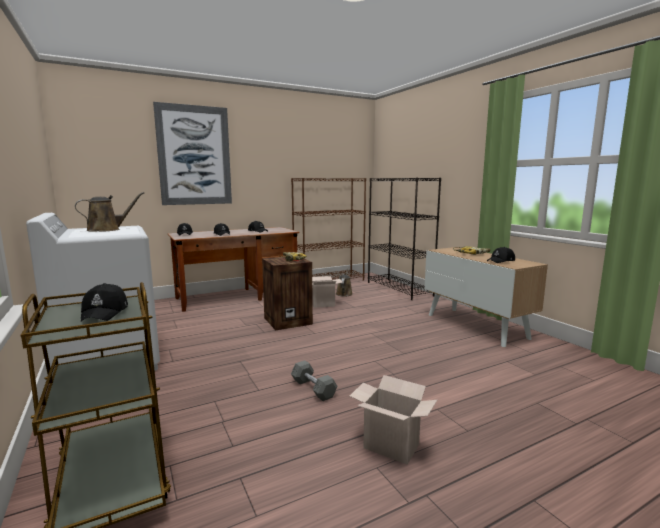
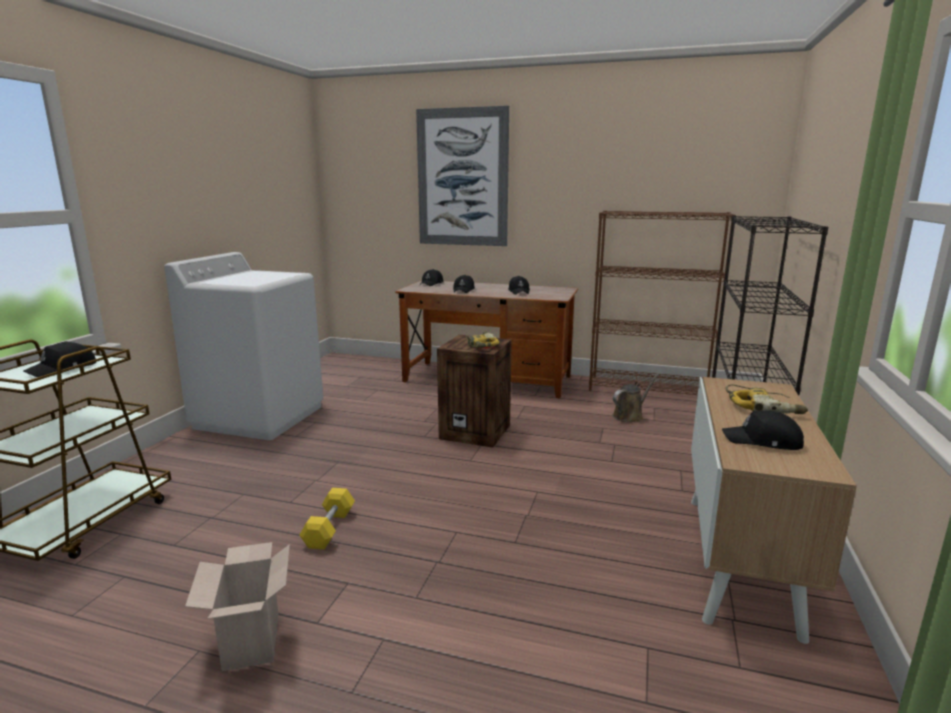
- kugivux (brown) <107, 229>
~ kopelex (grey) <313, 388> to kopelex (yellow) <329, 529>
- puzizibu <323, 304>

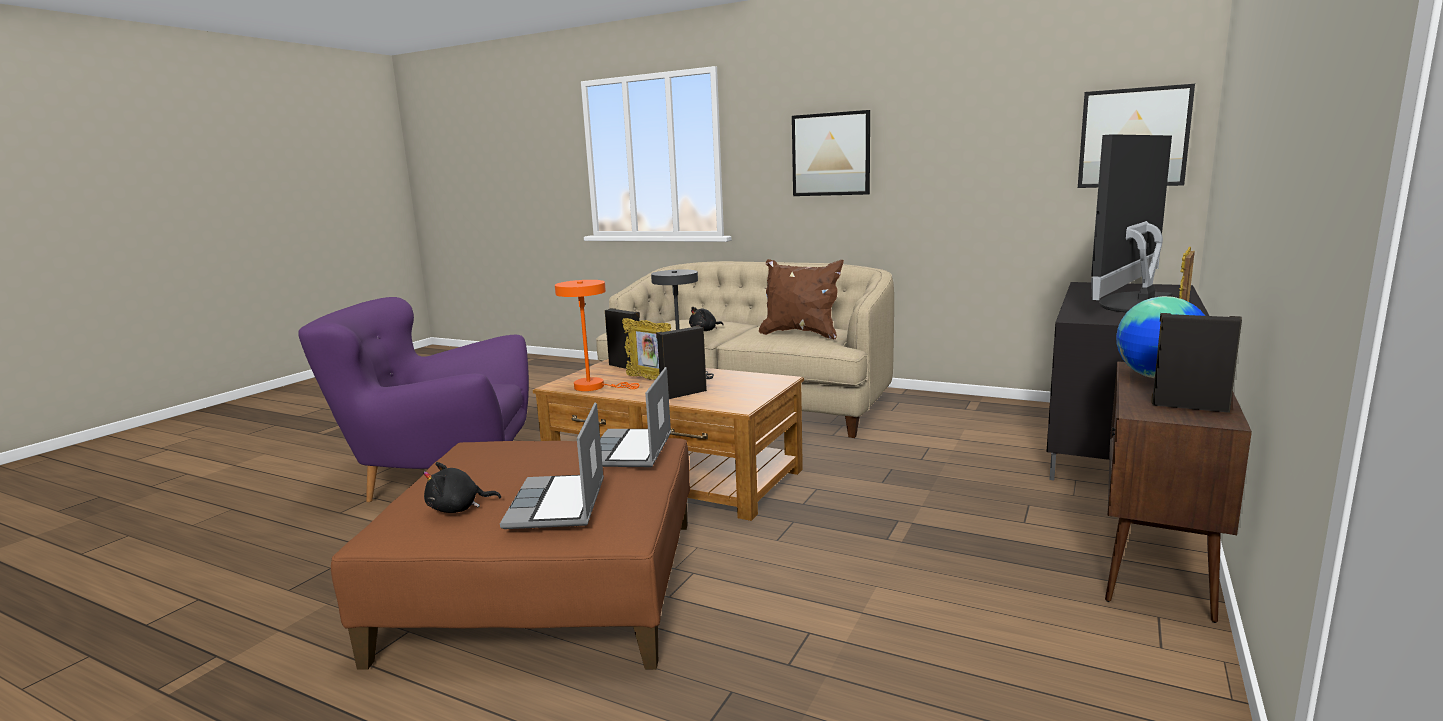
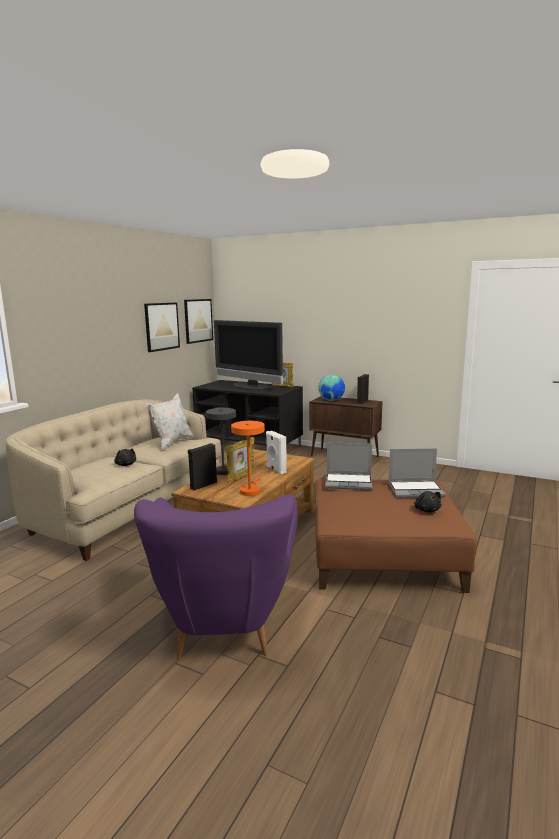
~ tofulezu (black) <682, 394> to tofulezu (white) <275, 469>
~ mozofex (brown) <800, 334> to mozofex (white) <172, 443>
~ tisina <831, 154> to <162, 326>

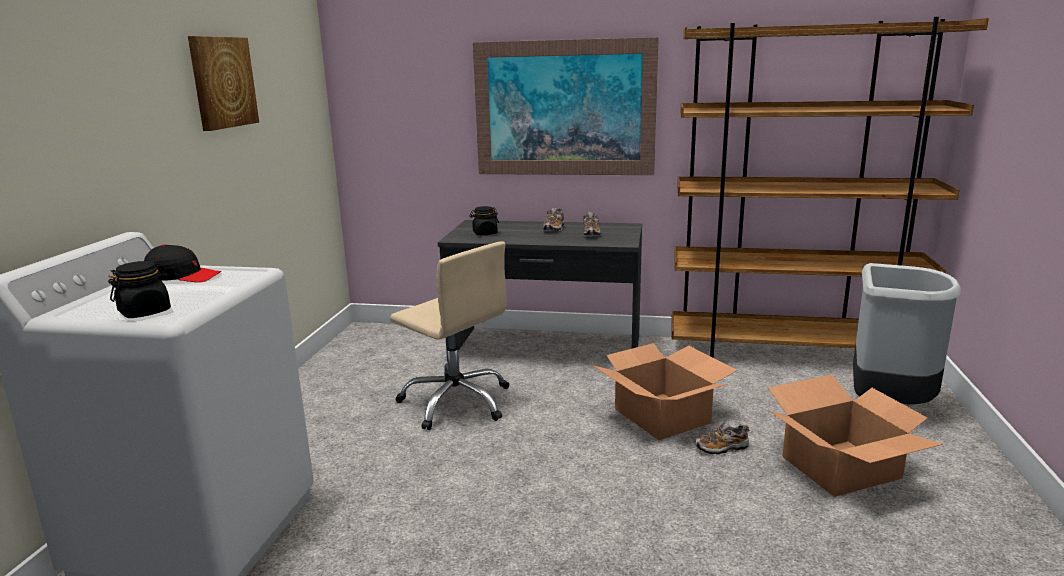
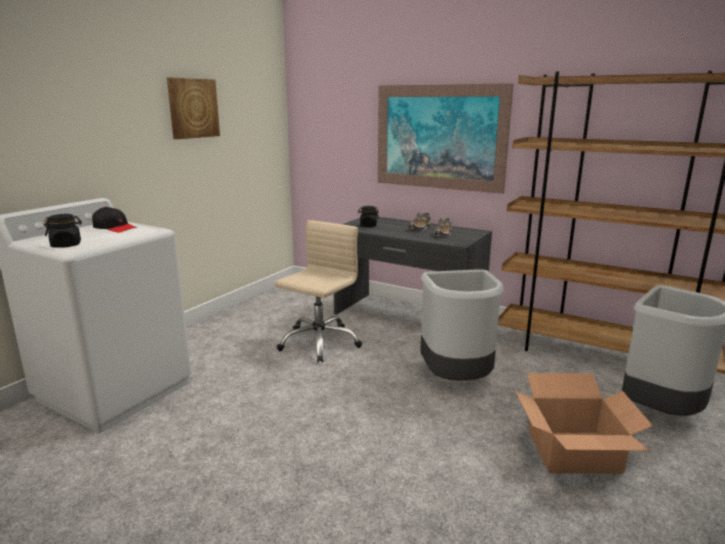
~ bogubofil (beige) <456, 402> = <319, 342> 120 degrees counterclockwise
~ puzizibu <662, 415> to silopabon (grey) <456, 380>
- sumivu <722, 449>

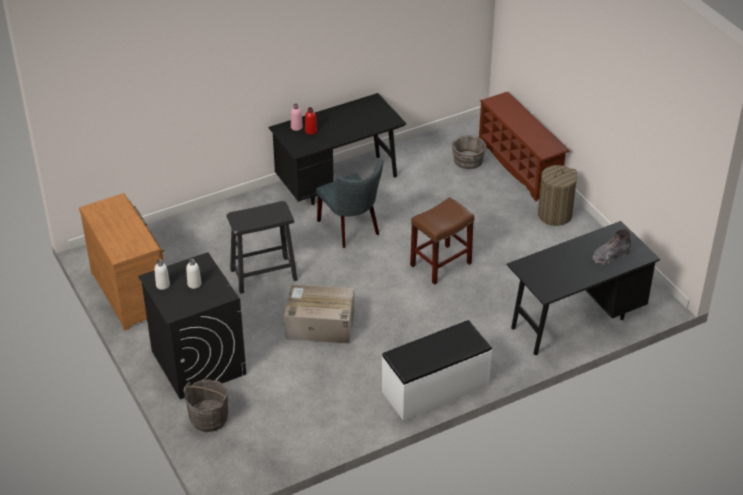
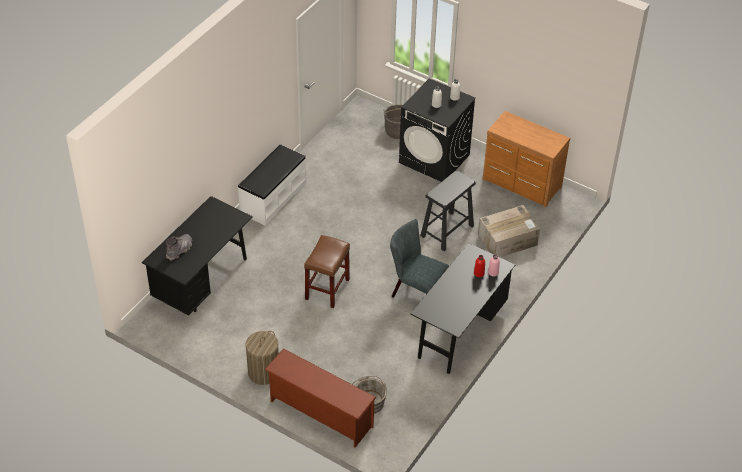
~ puzizibu <319, 325> to <508, 240>

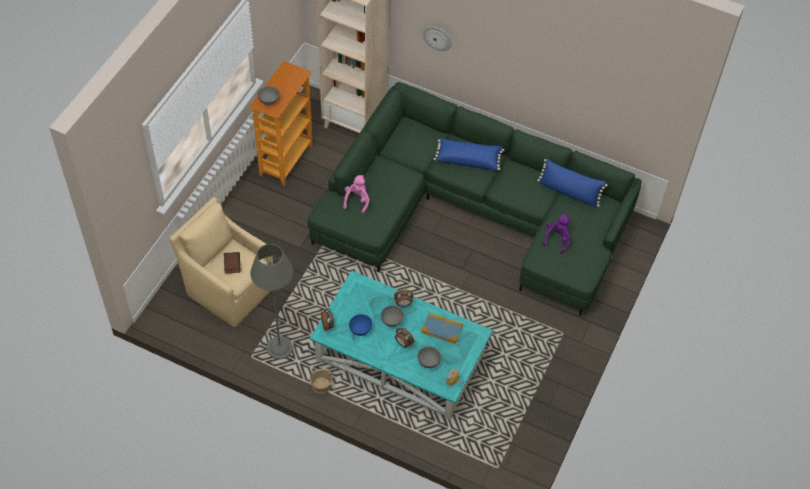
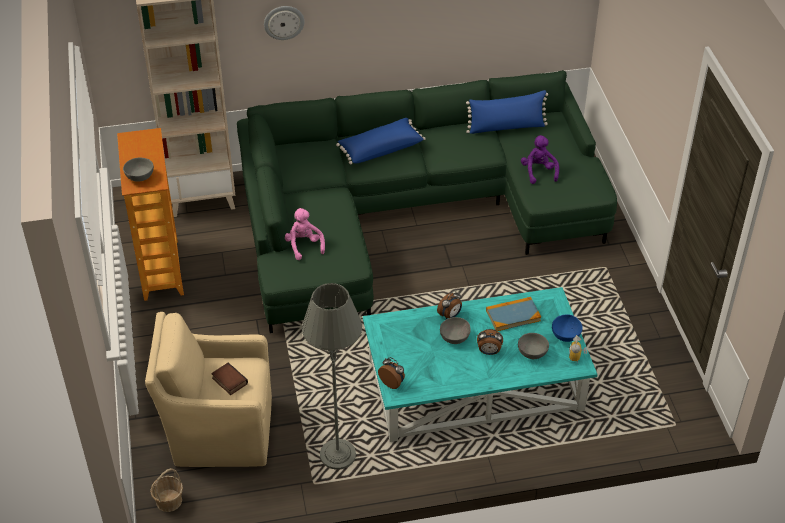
~ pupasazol <321, 385> to <168, 501>
~ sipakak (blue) <361, 329> to <566, 335>

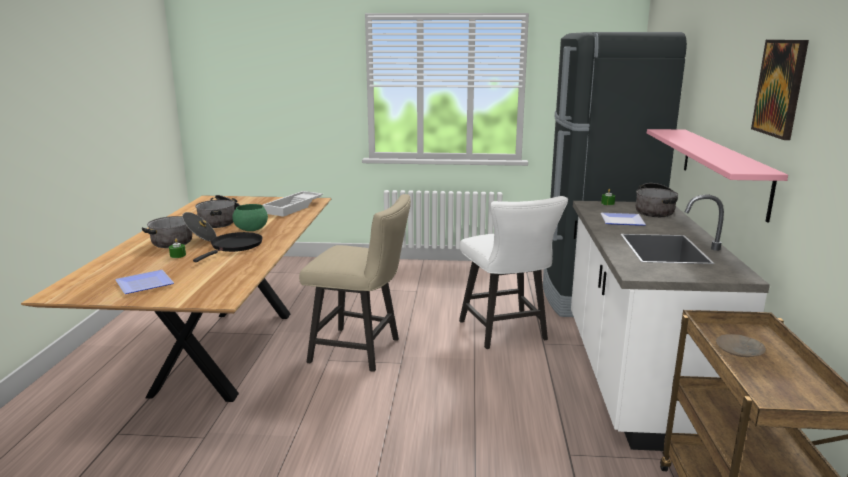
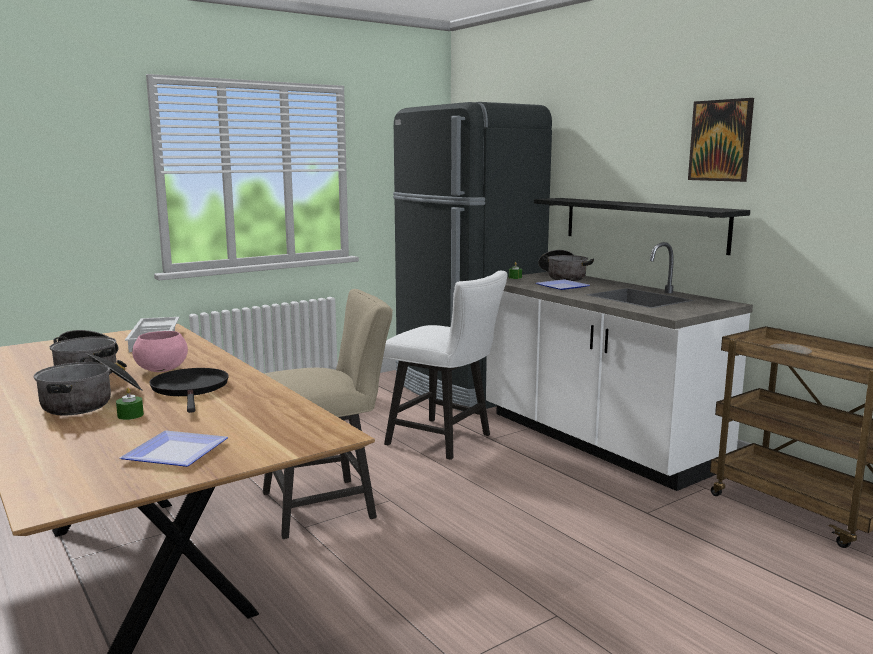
~ sipakak (green) <251, 230> to sipakak (pink) <162, 370>
~ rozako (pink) <723, 169> to rozako (black) <642, 224>

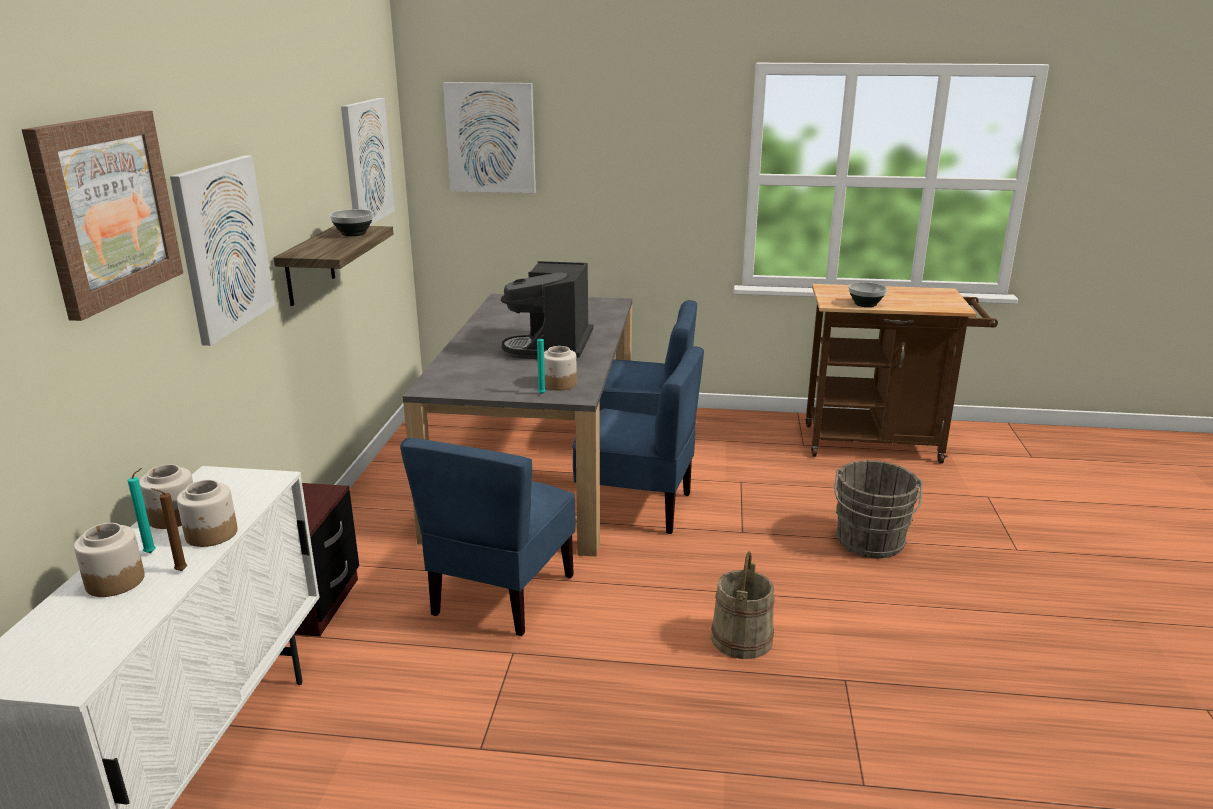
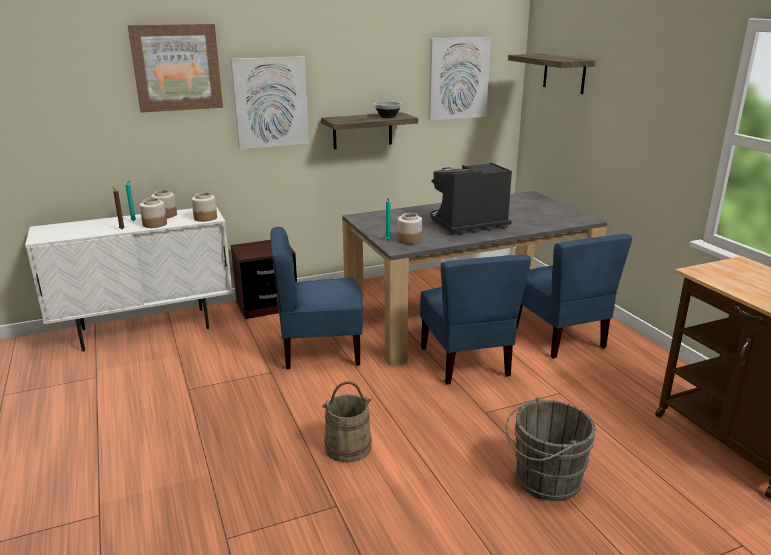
~ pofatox <115, 581> to <205, 218>
~ tisina <491, 138> to rozako <564, 73>
- sipakak <865, 304>

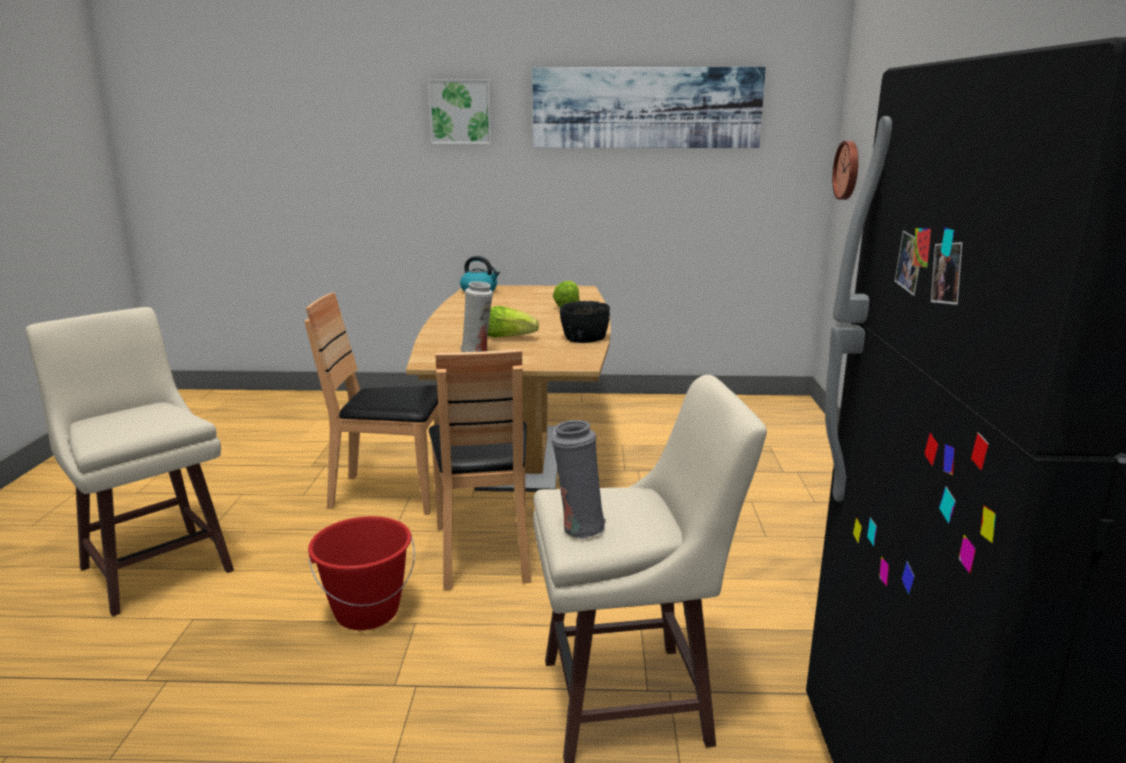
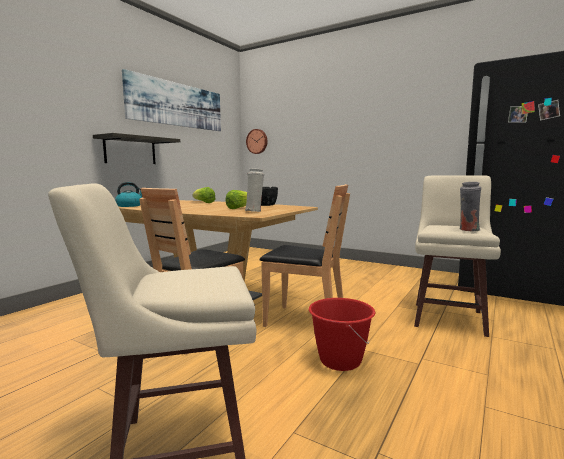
- tisina <461, 112>
+ rozako <130, 150>

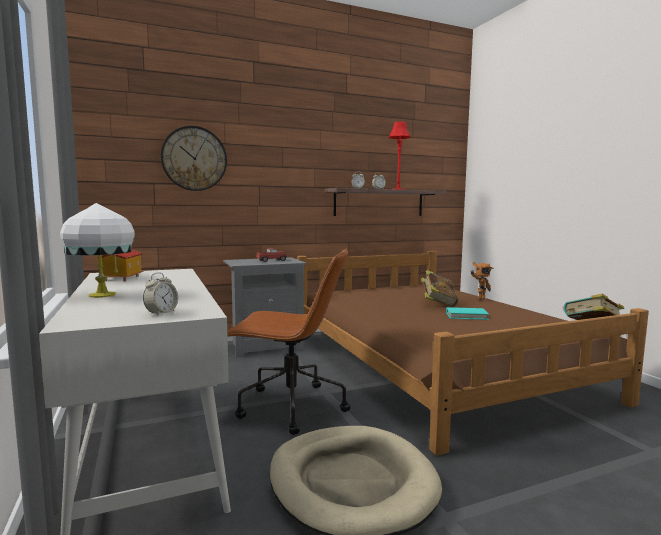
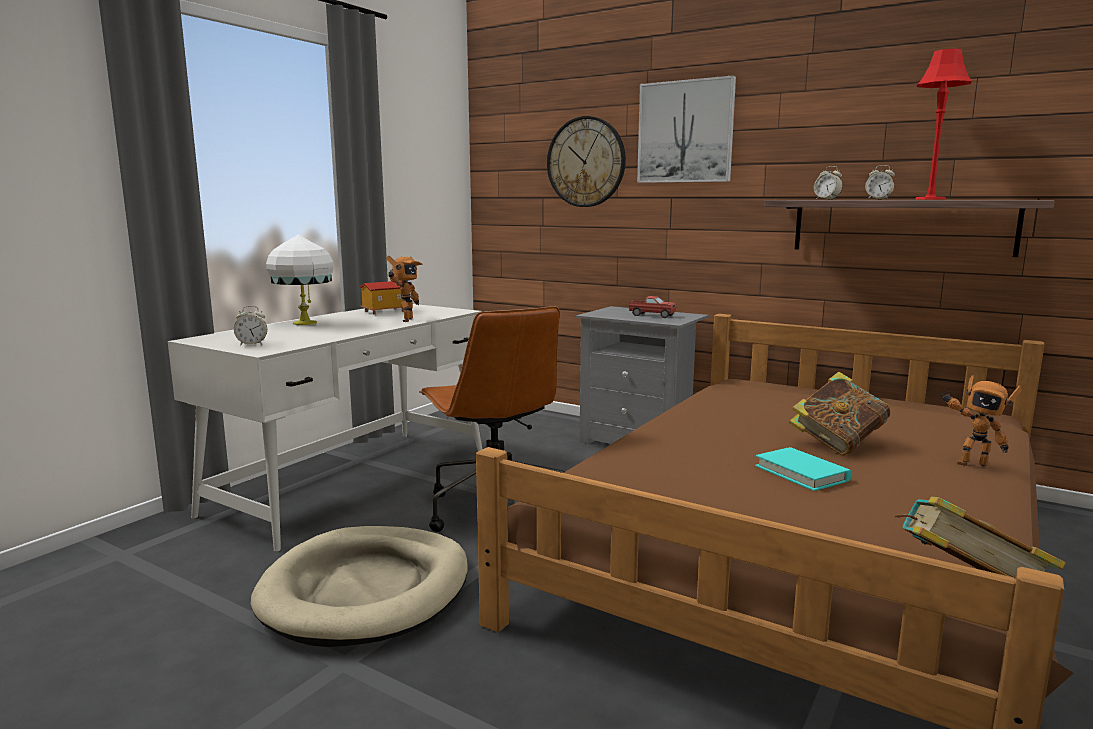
+ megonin <404, 320>
+ tisina <685, 132>

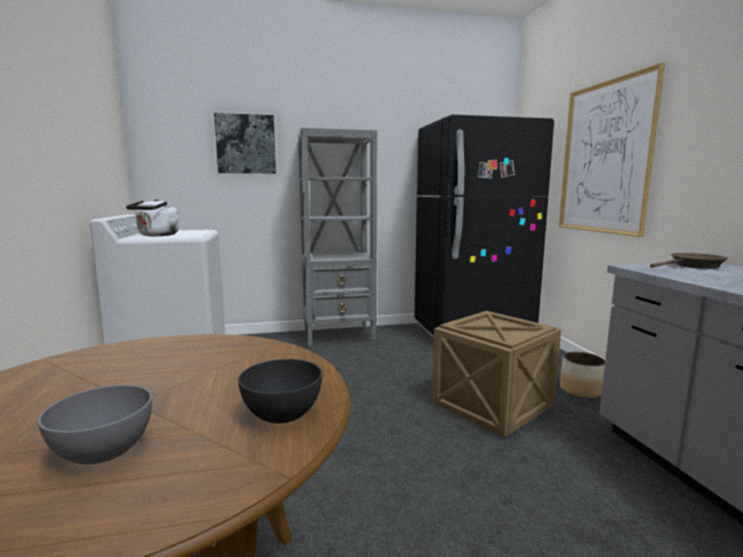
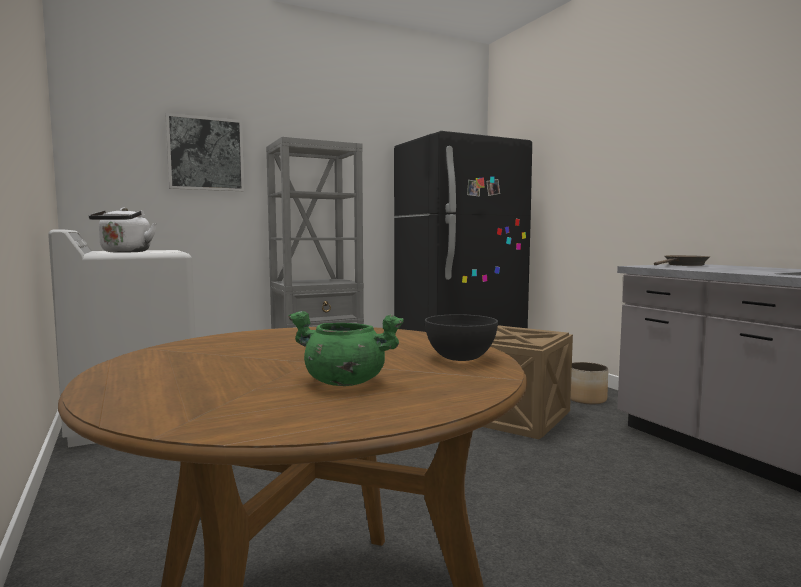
~ sipakak (grey) <103, 452> to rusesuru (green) <344, 382>
- tisina <605, 158>

